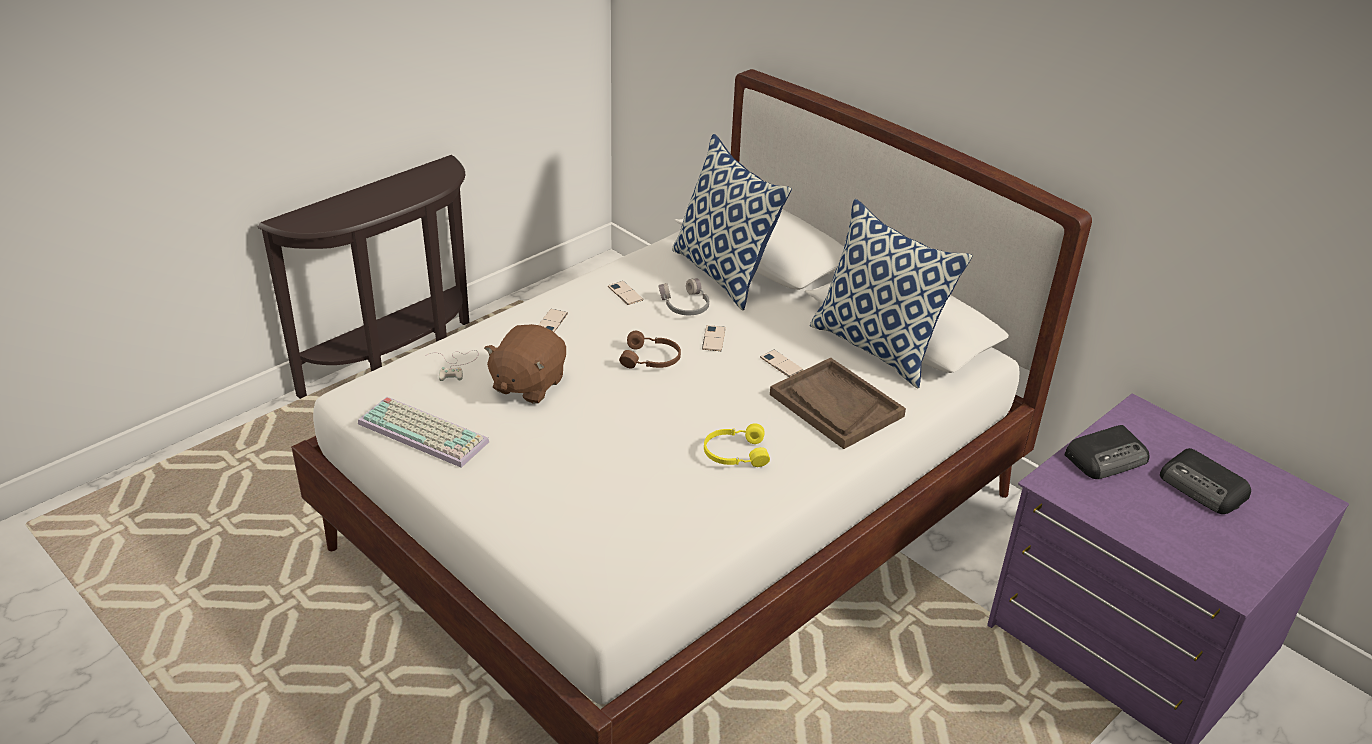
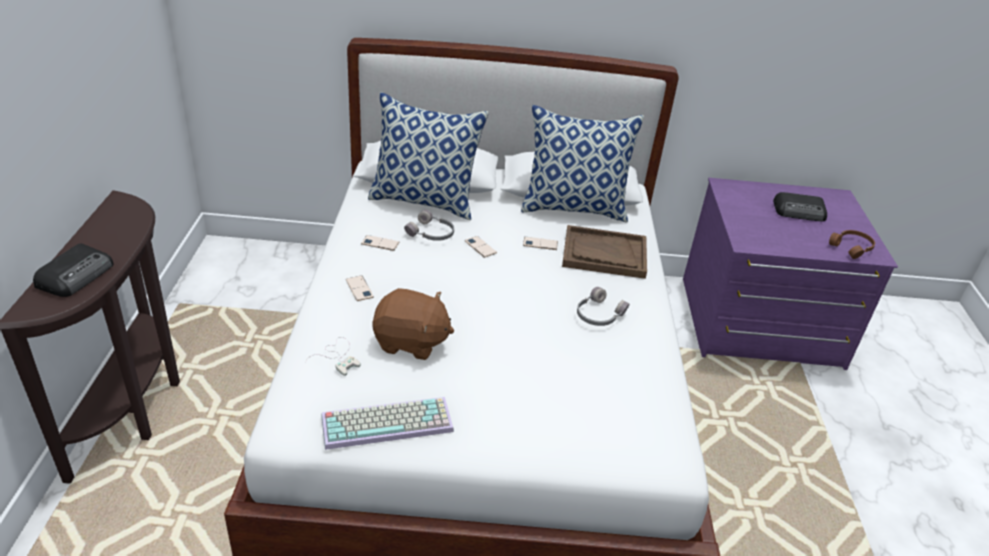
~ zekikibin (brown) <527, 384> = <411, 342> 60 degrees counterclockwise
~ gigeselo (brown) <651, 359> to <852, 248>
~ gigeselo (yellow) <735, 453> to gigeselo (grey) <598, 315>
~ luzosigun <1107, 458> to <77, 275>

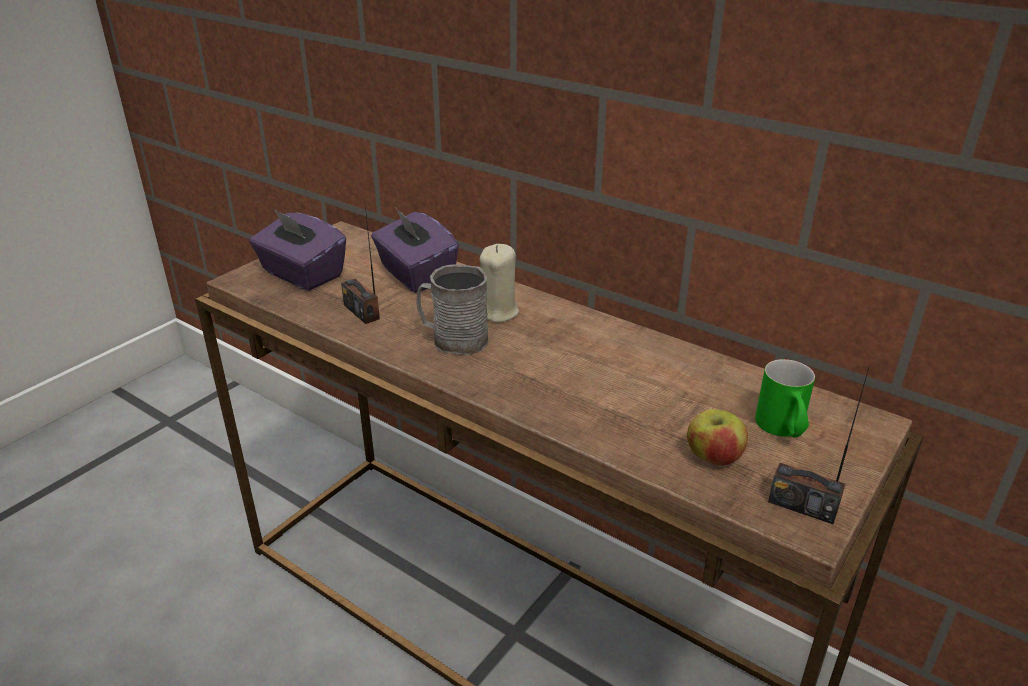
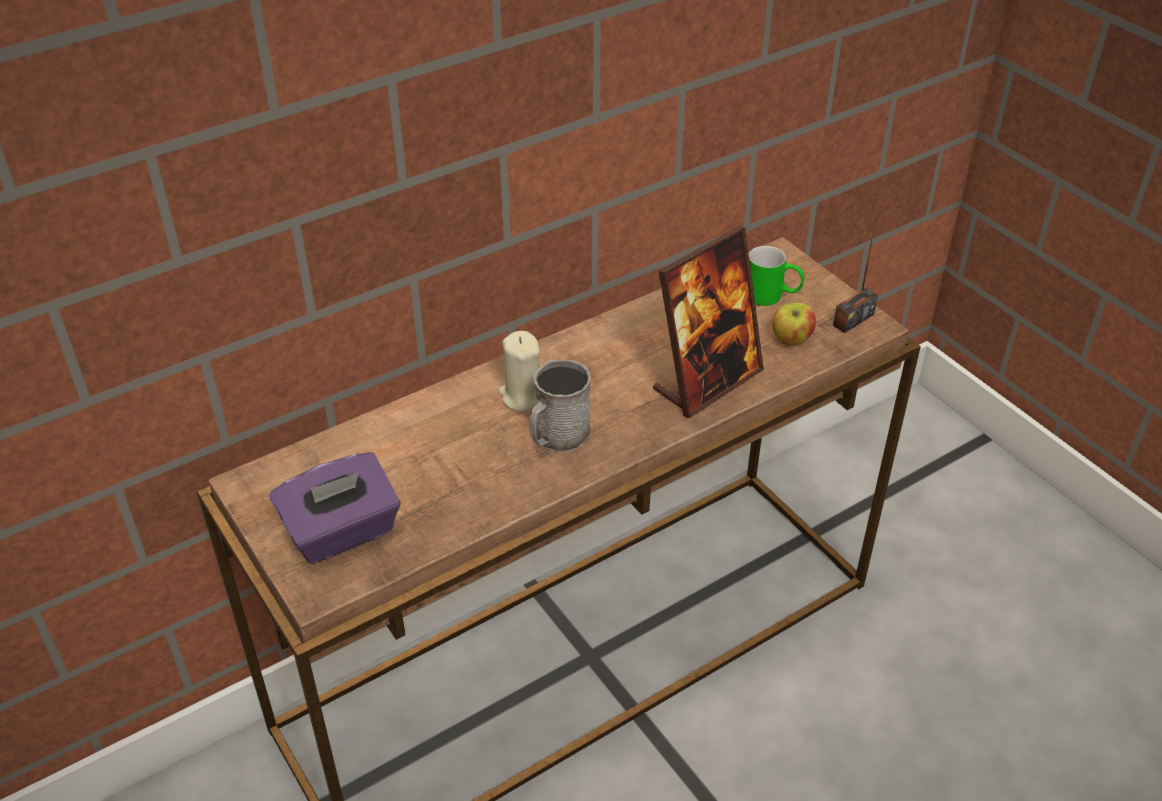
- luzosigun <362, 312>
- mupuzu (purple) <415, 275>
+ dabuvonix <707, 381>

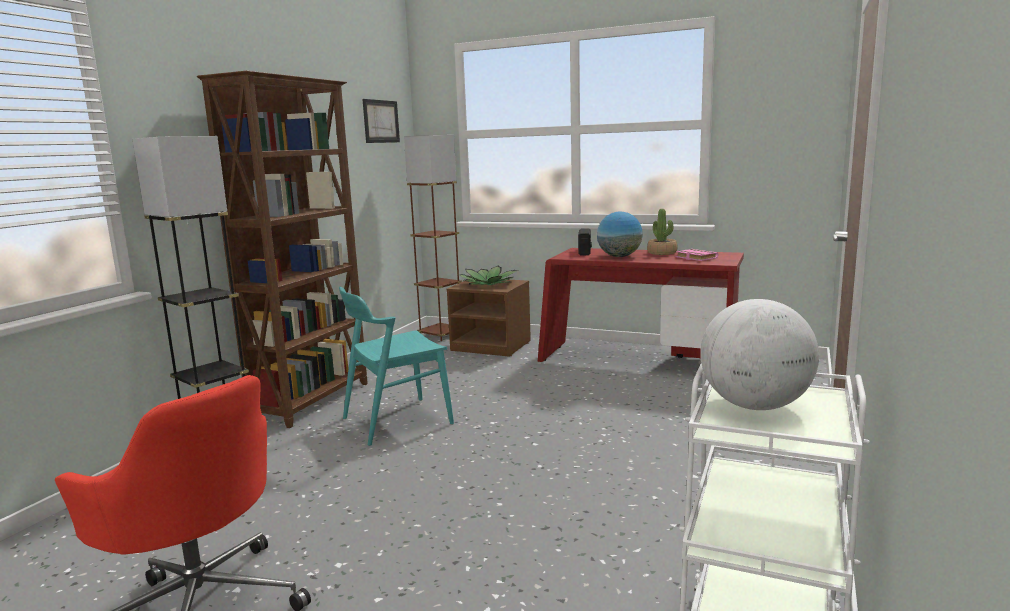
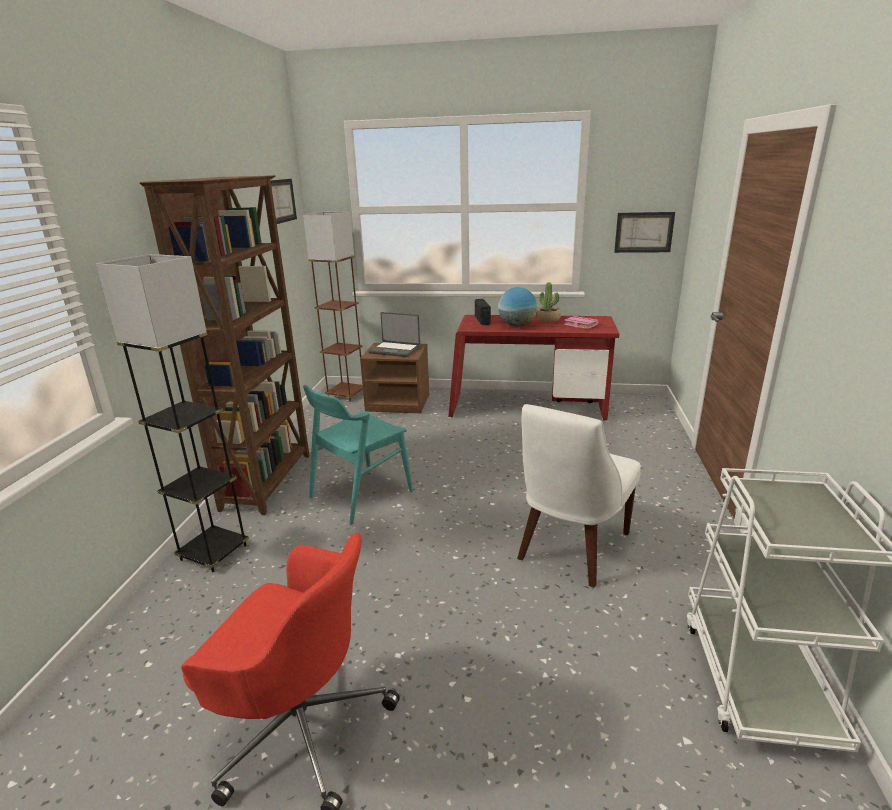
~ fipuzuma <489, 284> to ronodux <395, 350>
- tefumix <755, 406>
+ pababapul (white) <570, 548>
+ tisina <643, 232>

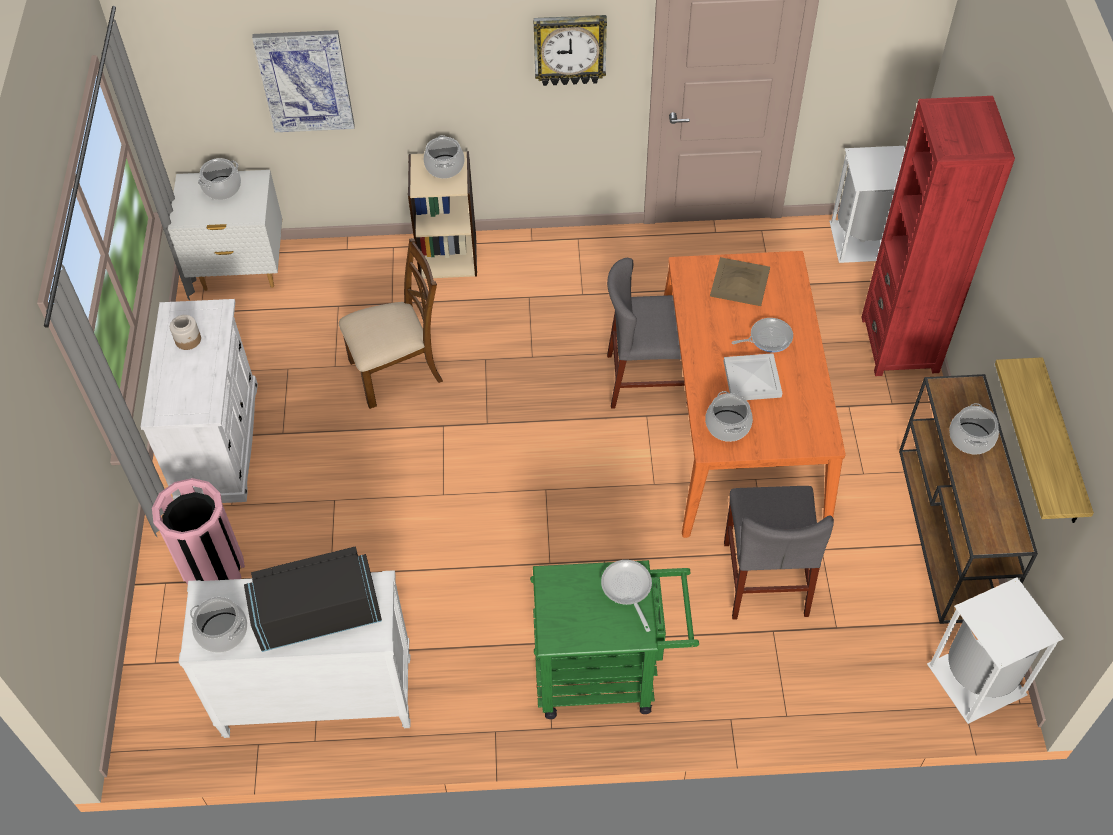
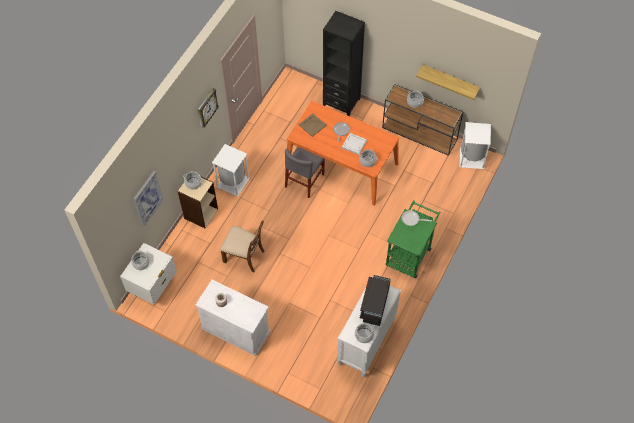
- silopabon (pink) <213, 569>
~ pababapul (brown) <397, 370> = <244, 256> 105 degrees clockwise
- pababapul (grey) <765, 578>
~ silopabon (white) <863, 240> to <232, 181>
~ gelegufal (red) <900, 344> to gelegufal (black) <341, 101>

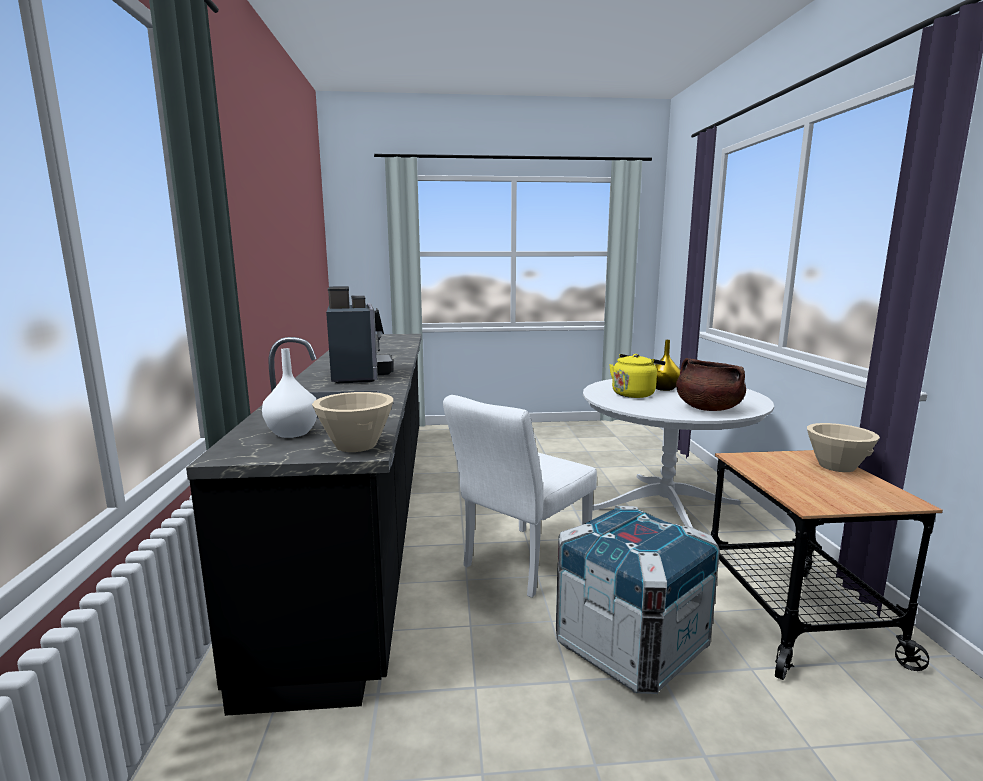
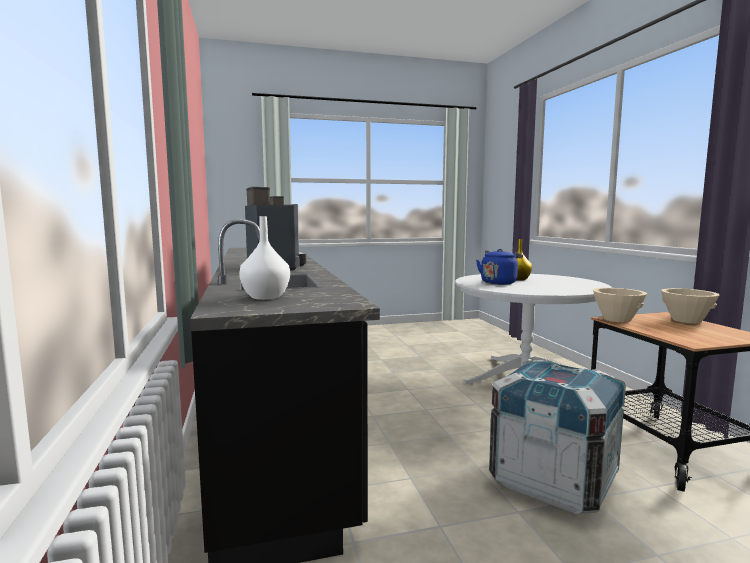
~ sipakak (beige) <355, 445> to <617, 319>
- pababapul (white) <520, 564>
~ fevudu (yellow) <634, 394> to fevudu (blue) <499, 282>
- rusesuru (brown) <707, 408>

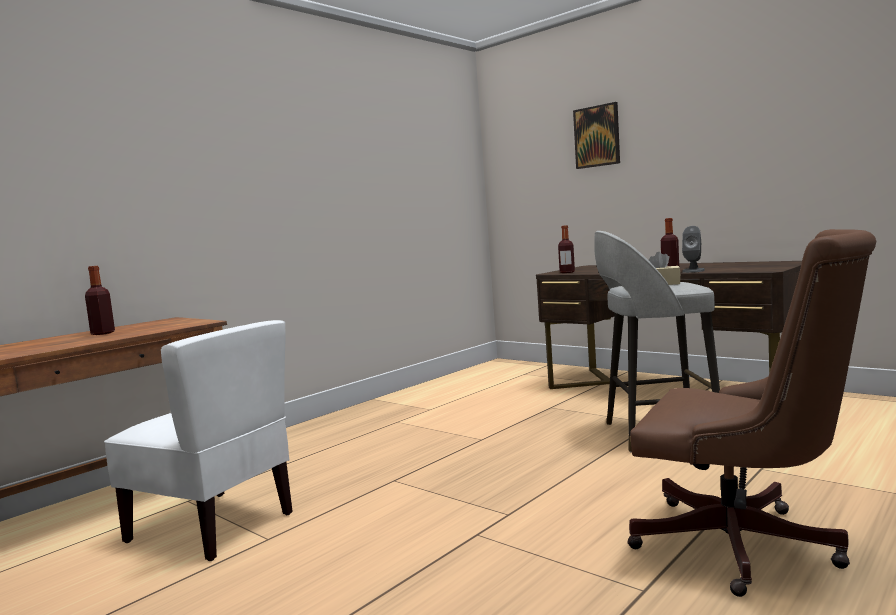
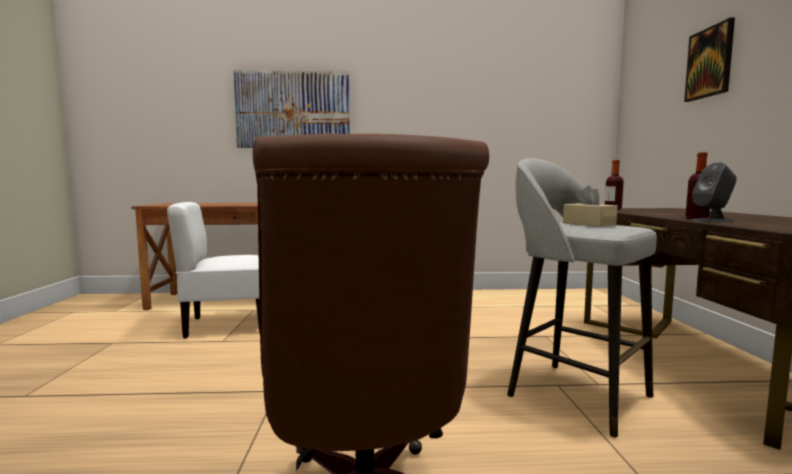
- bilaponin <103, 333>
~ pababapul (white) <213, 526> = <228, 325> 90 degrees clockwise
+ tisina <293, 110>

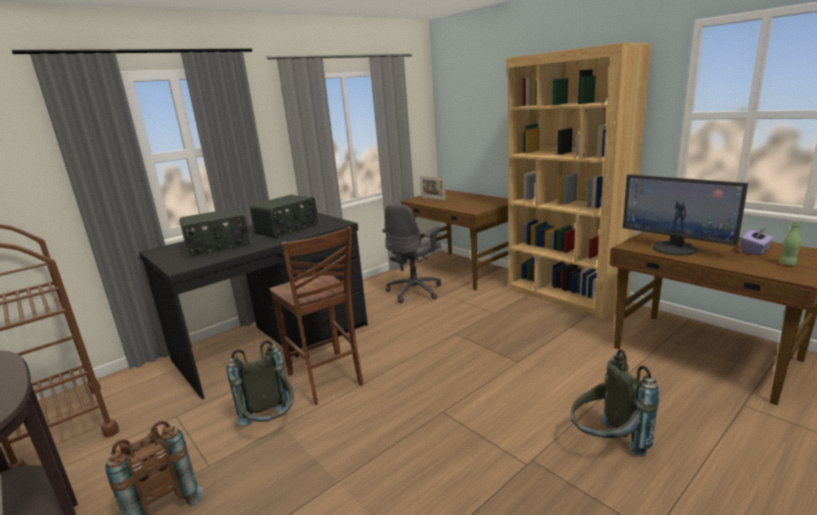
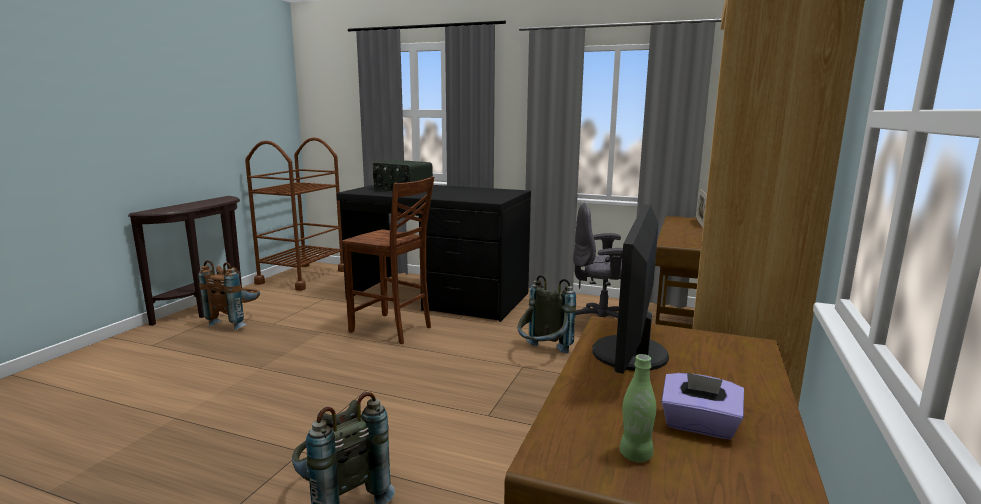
~ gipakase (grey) <271, 425> to <543, 354>
- luzosigun <288, 229>
~ pababapul (brown) <326, 380> = <392, 330> 90 degrees counterclockwise

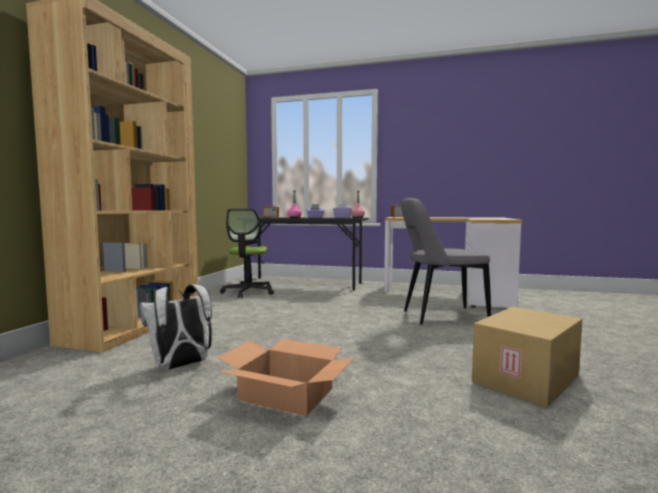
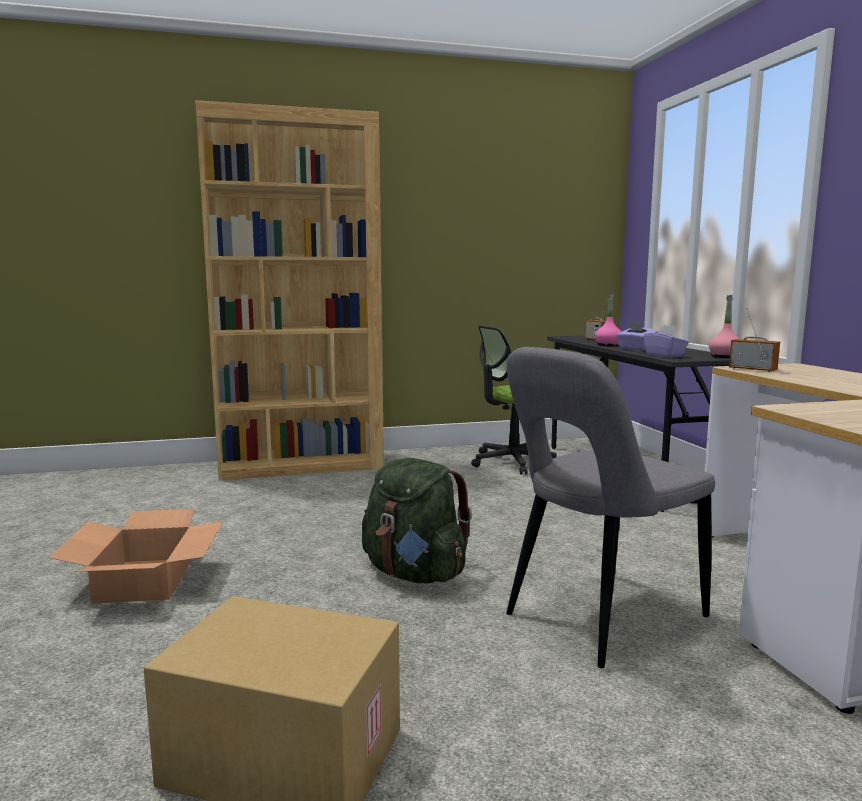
- gipakase (white) <180, 366>
~ pababapul (grey) <440, 317> = <598, 618> 90 degrees counterclockwise
+ gipakase (green) <415, 574>

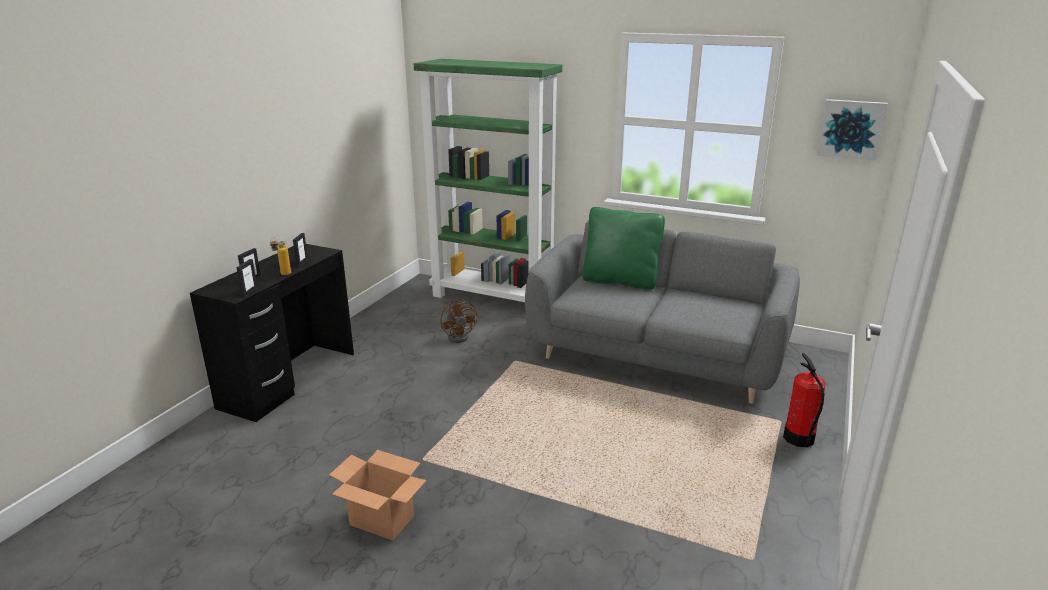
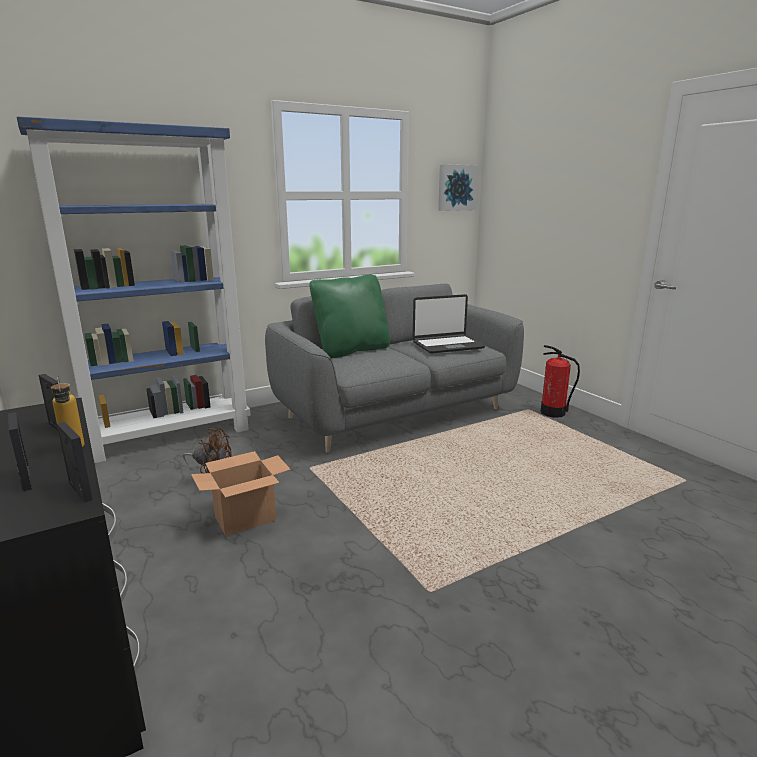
~ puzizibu <383, 520> to <246, 518>
~ gelegufal (green) <493, 299> to gelegufal (blue) <171, 436>
+ ronodux <447, 345>

